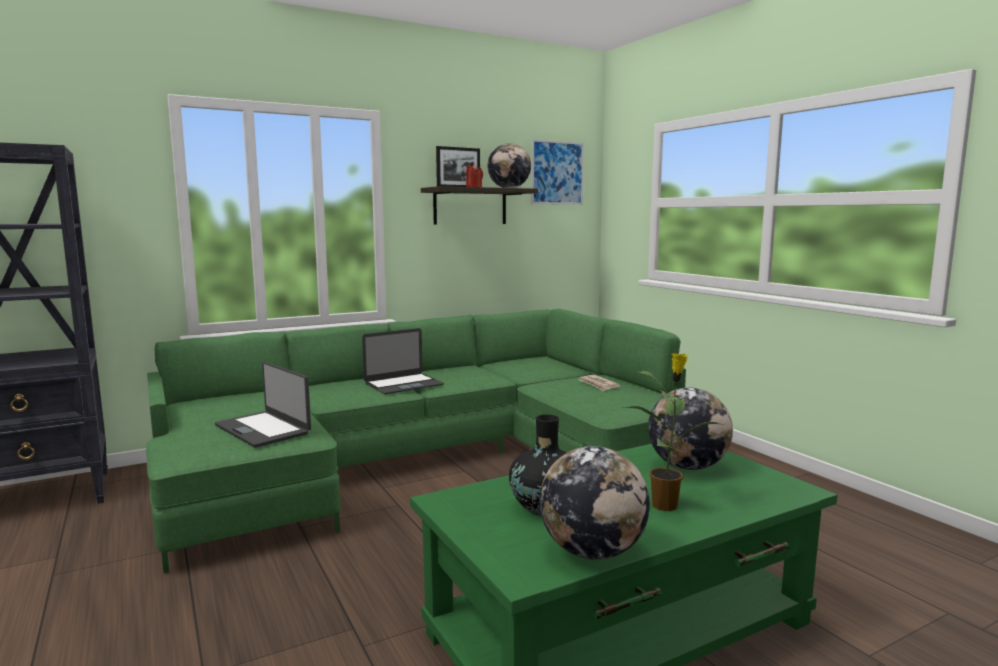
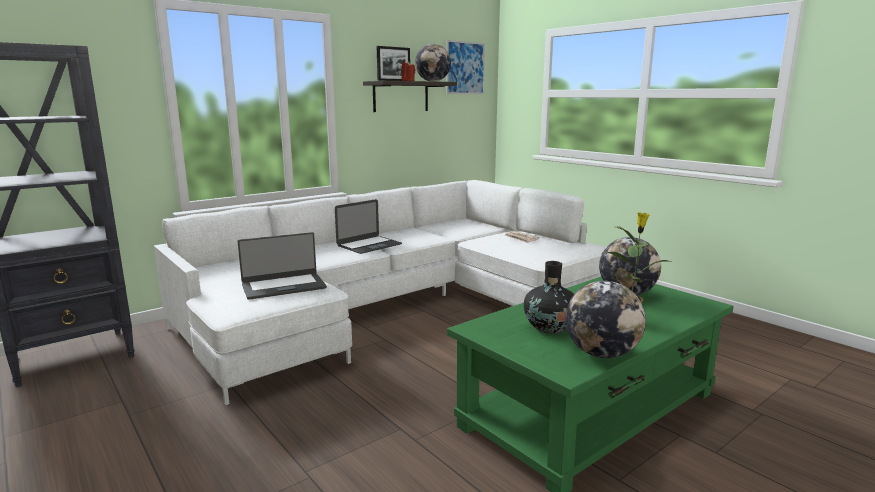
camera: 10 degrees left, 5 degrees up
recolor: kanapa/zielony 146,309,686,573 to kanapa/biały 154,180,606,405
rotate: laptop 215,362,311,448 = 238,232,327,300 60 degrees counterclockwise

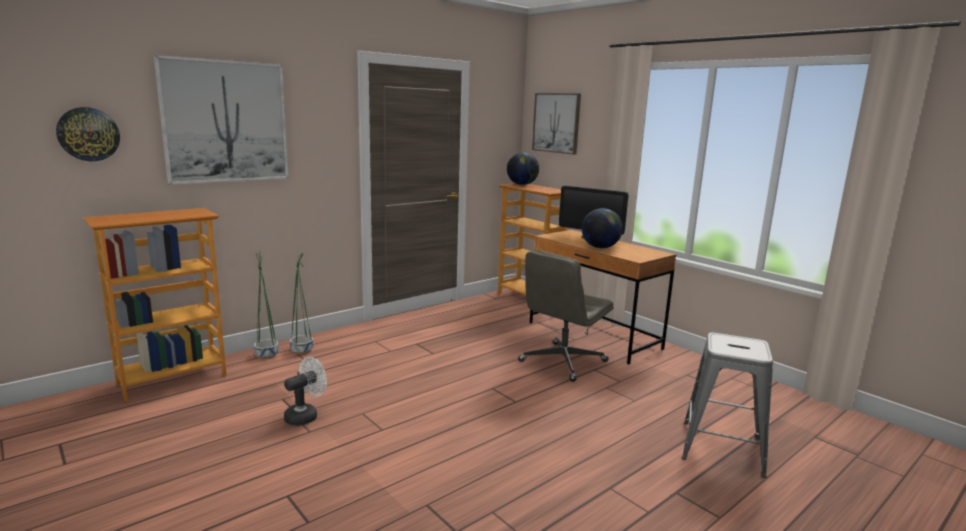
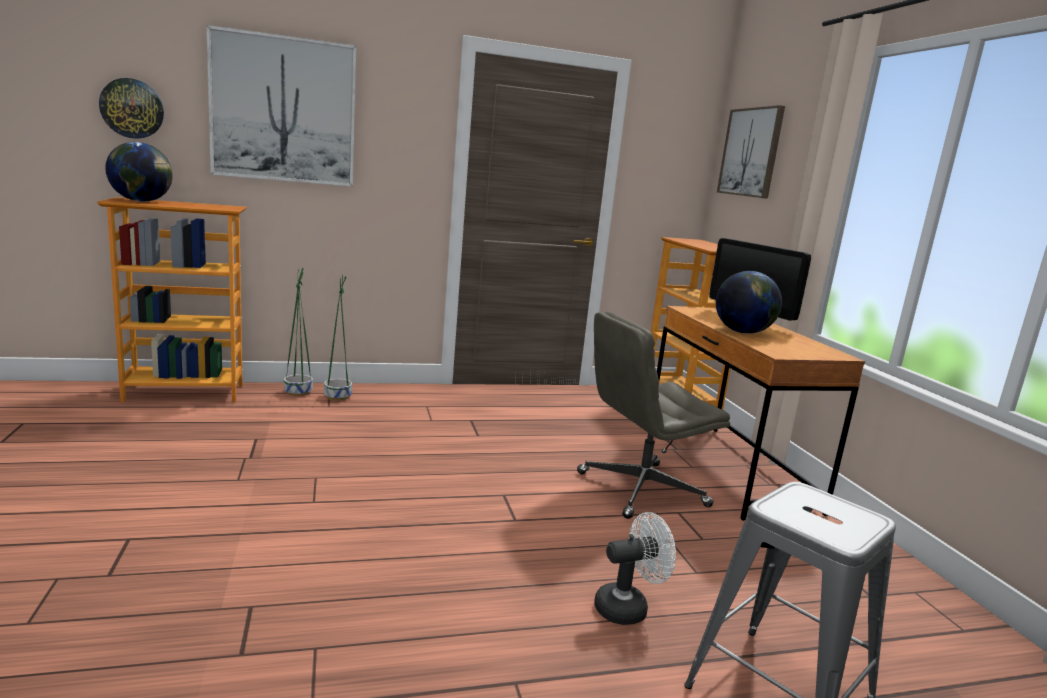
camera: 25 degrees right, 0 degrees up
move: globus 507,152,539,185 to 105,142,173,202; wentylator/biały 284,357,327,426 to 594,512,676,625

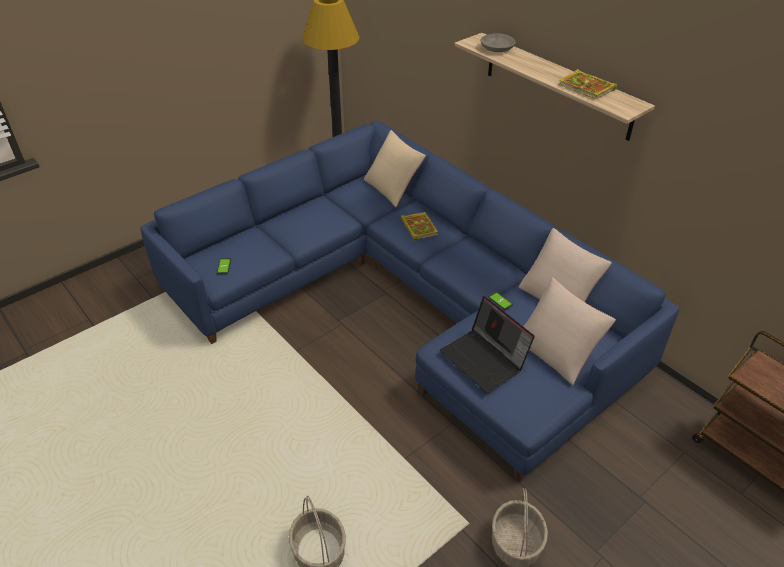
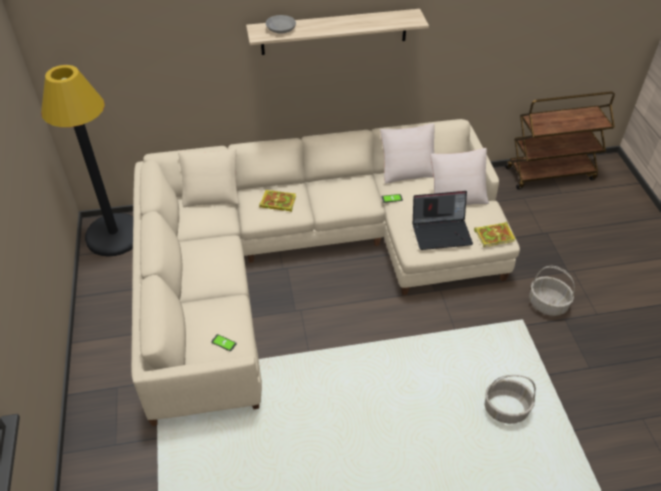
camera: 60 degrees left, 5 degrees up
move: książka 559,69,617,99 to 474,222,515,247
recolor: kanapa/niebieski 140,121,680,483 to kanapa/beżowy 131,119,520,426

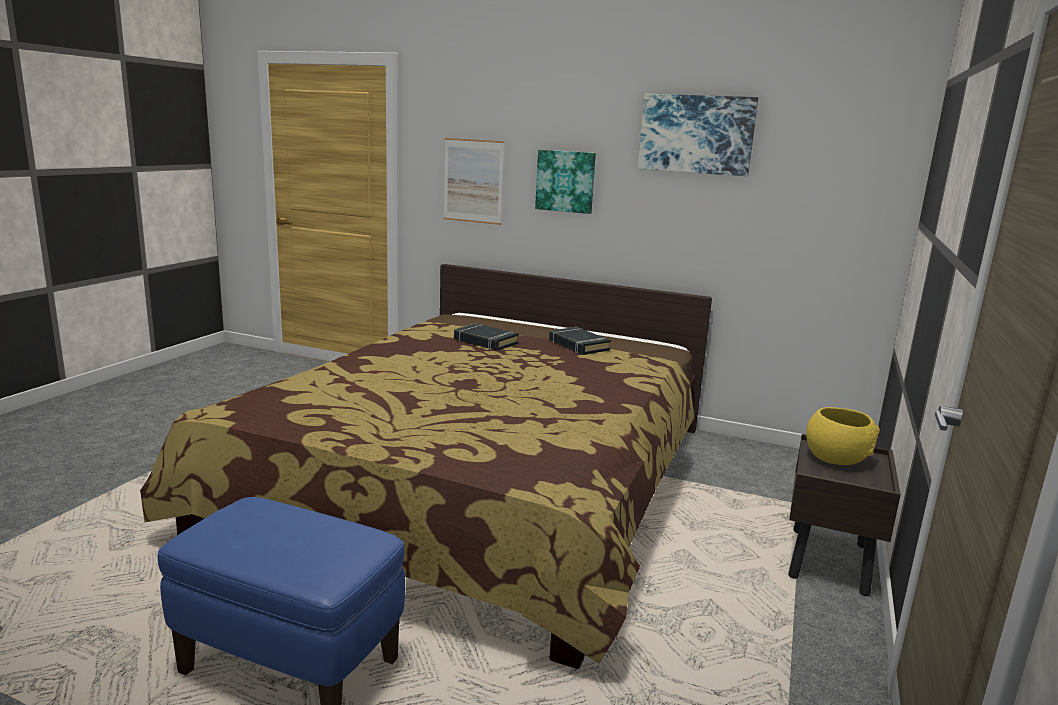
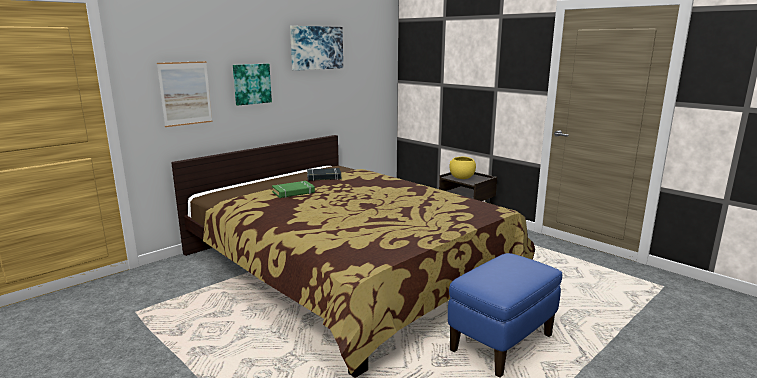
camera: 65 degrees left, 0 degrees up
recolor: książka/czarny 454,323,519,351 to książka/zielony 272,181,315,198

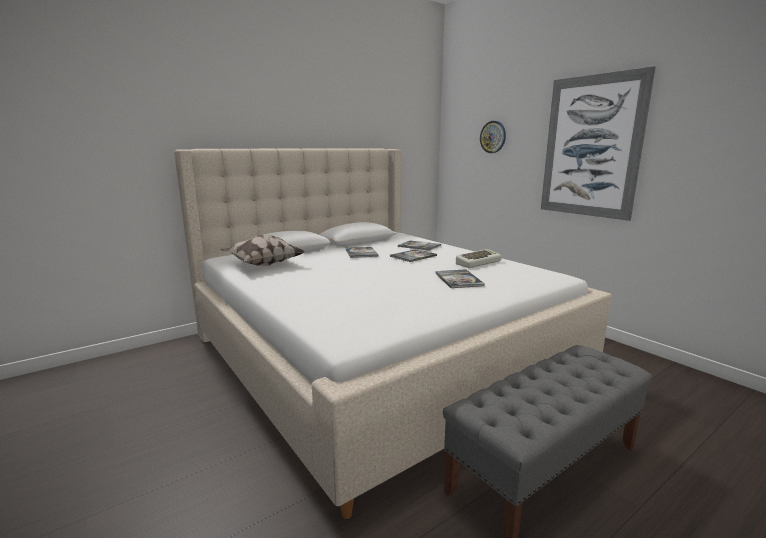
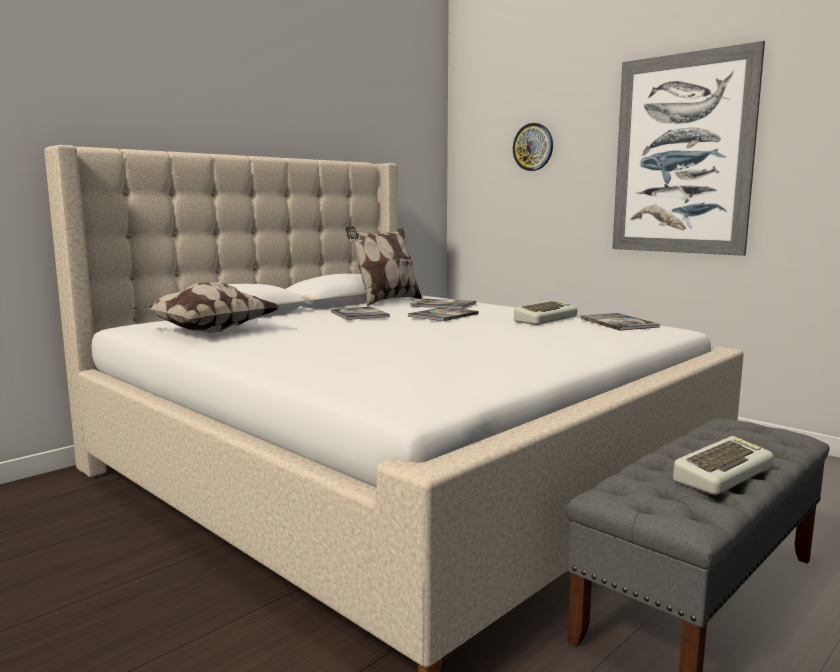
camera: 10 degrees left, 5 degrees down
insert: poduszka 345,226,422,307; klawiatura 673,436,774,495
move: książka 435,269,485,288 to 580,313,660,330

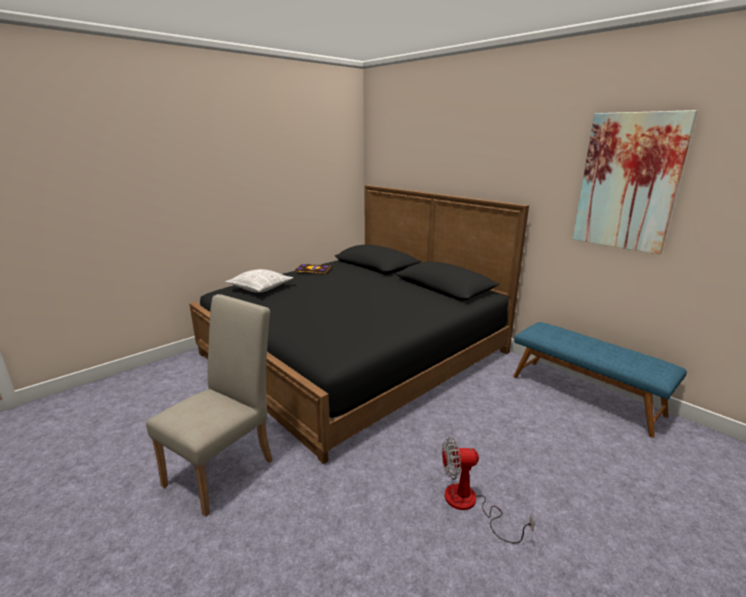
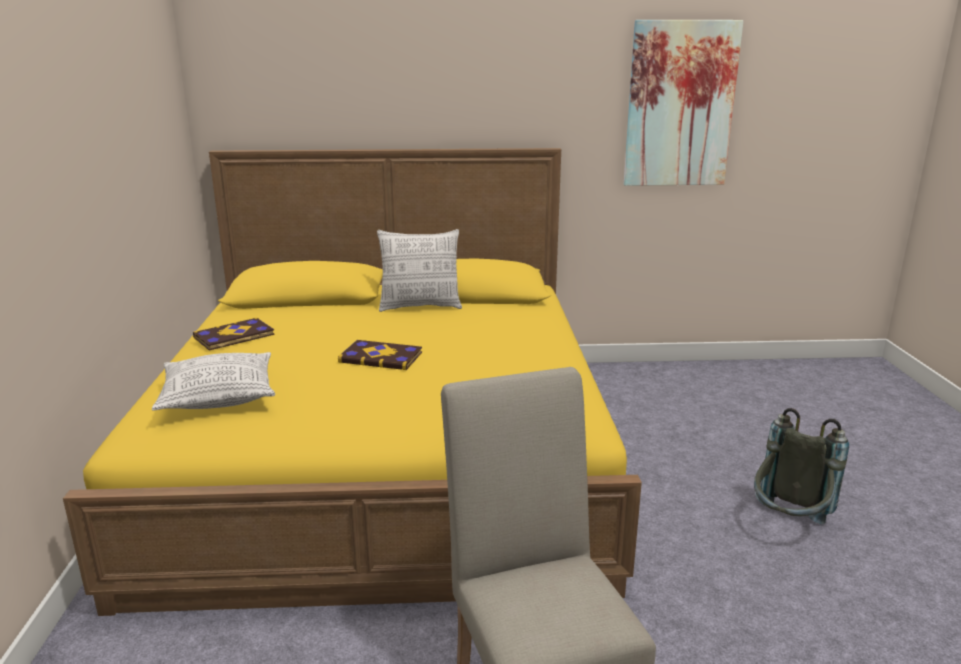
camera: 50 degrees left, 0 degrees up
delete: ławka/niebieski 513,322,687,438
insert: książka 338,340,422,370; poduszka 377,229,462,312
replace: wentylator 442,437,535,544 to plecak/szary 754,408,849,524
recolor: łóżko/czarny 189,185,529,464 to łóżko/żółty 63,148,642,616

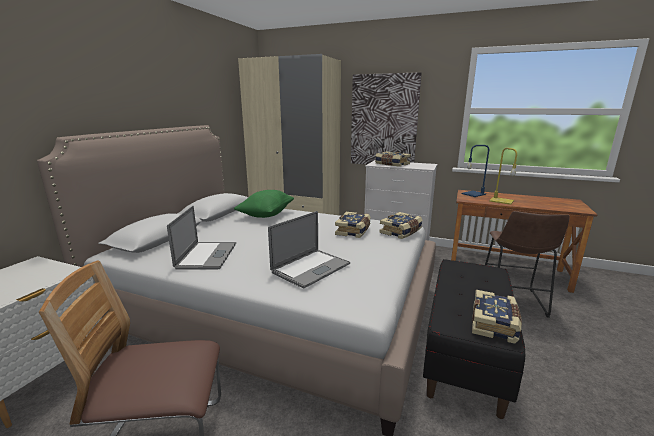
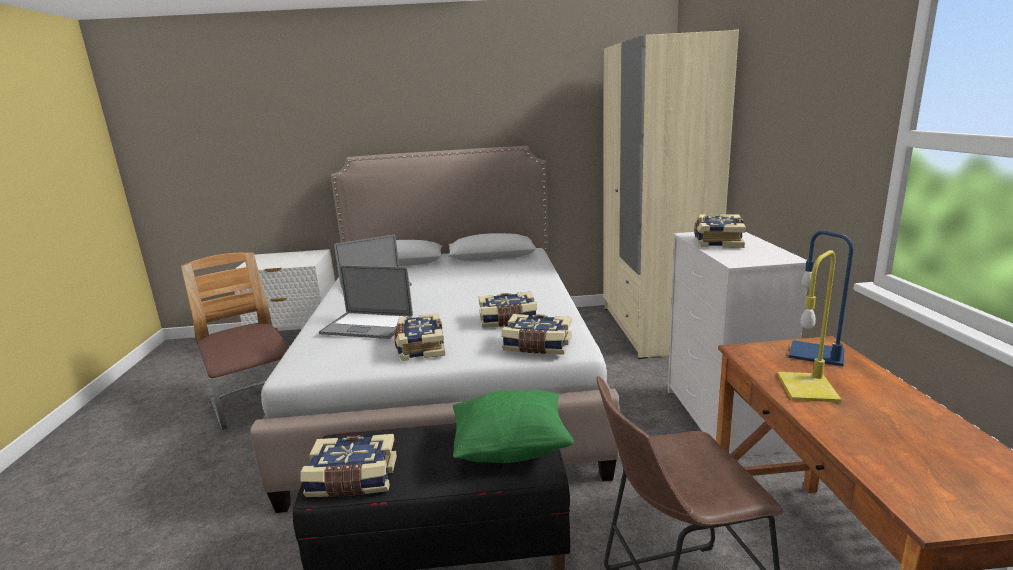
camera: 65 degrees right, 0 degrees up
delete: obraz 351,72,422,164
insert: książka 394,313,445,361
move: poduszka/zielony 233,190,294,218 to 453,390,574,463

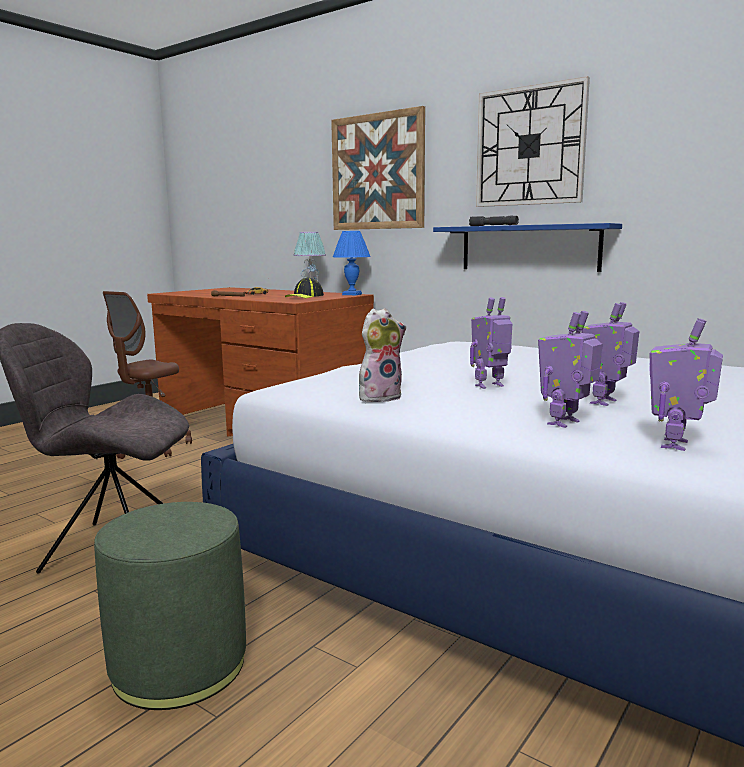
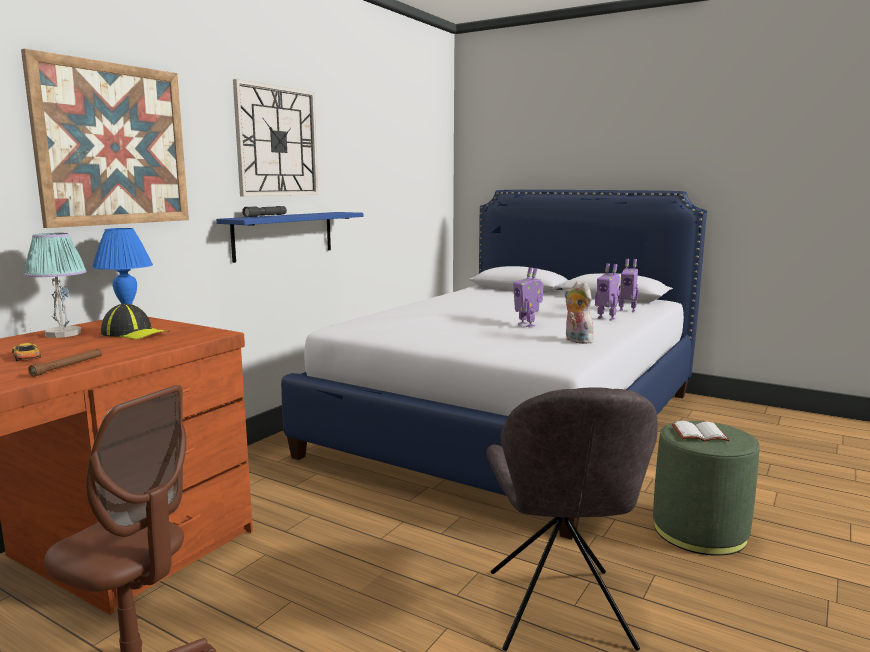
camera: 95 degrees left, 0 degrees up
delete: robot zabawkowy 581,302,639,406
insert: książka/biały 672,421,730,442

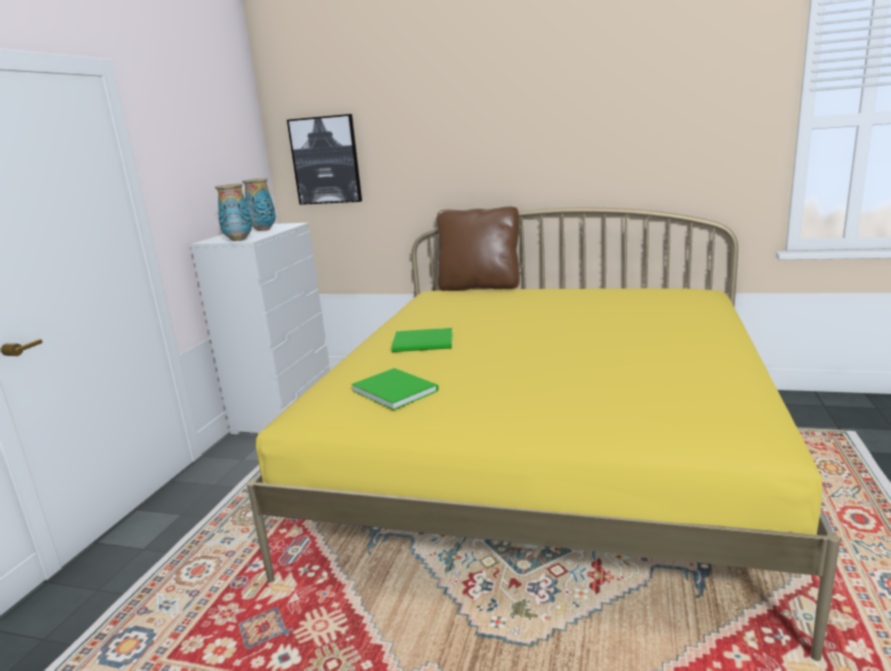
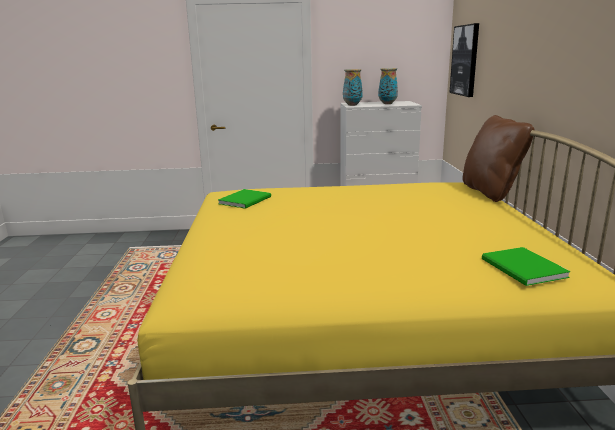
camera: 70 degrees right, 0 degrees up
move: książka/zielony 391,328,453,352 to 482,247,571,286

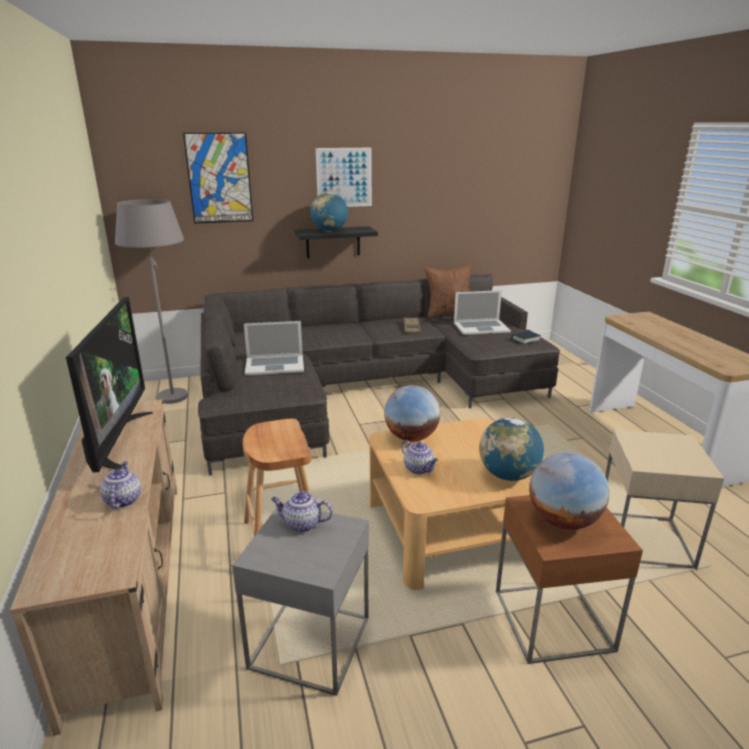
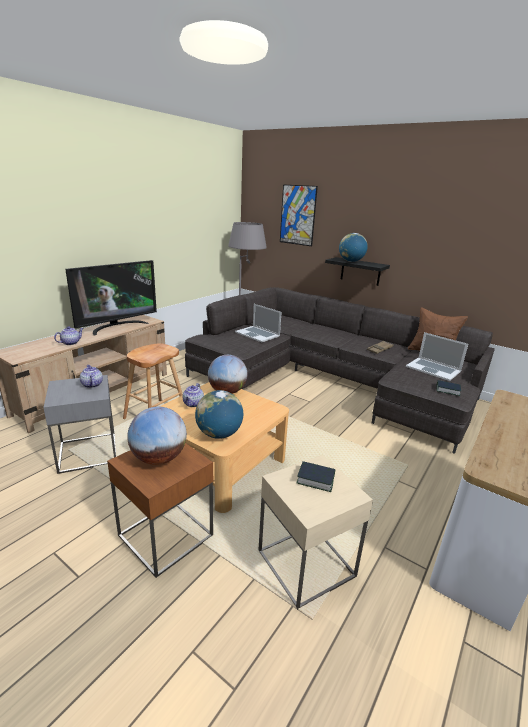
camera: 50 degrees right, 0 degrees up
delete: obraz 316,148,372,207
insert: książka 296,461,336,492

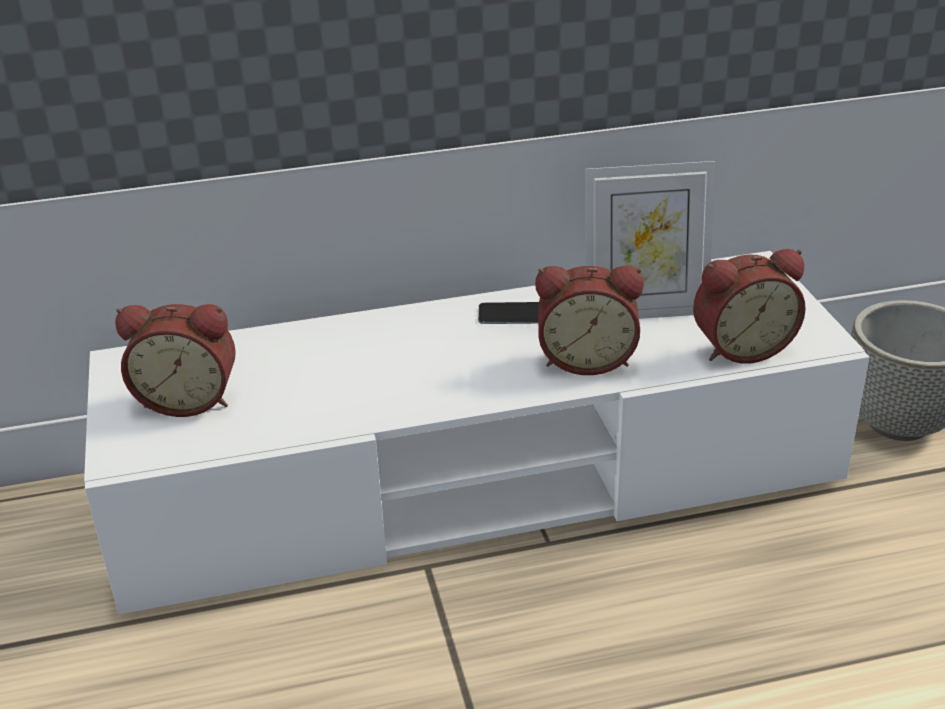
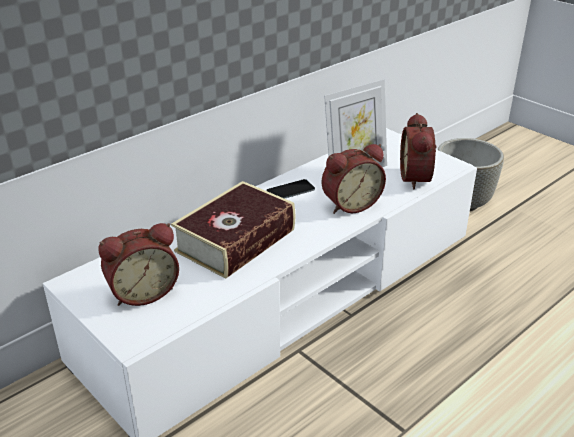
camera: 30 degrees left, 0 degrees up
insert: książka 171,181,295,279
rotate: budzik 693,249,806,364 = 400,113,437,189 135 degrees clockwise

